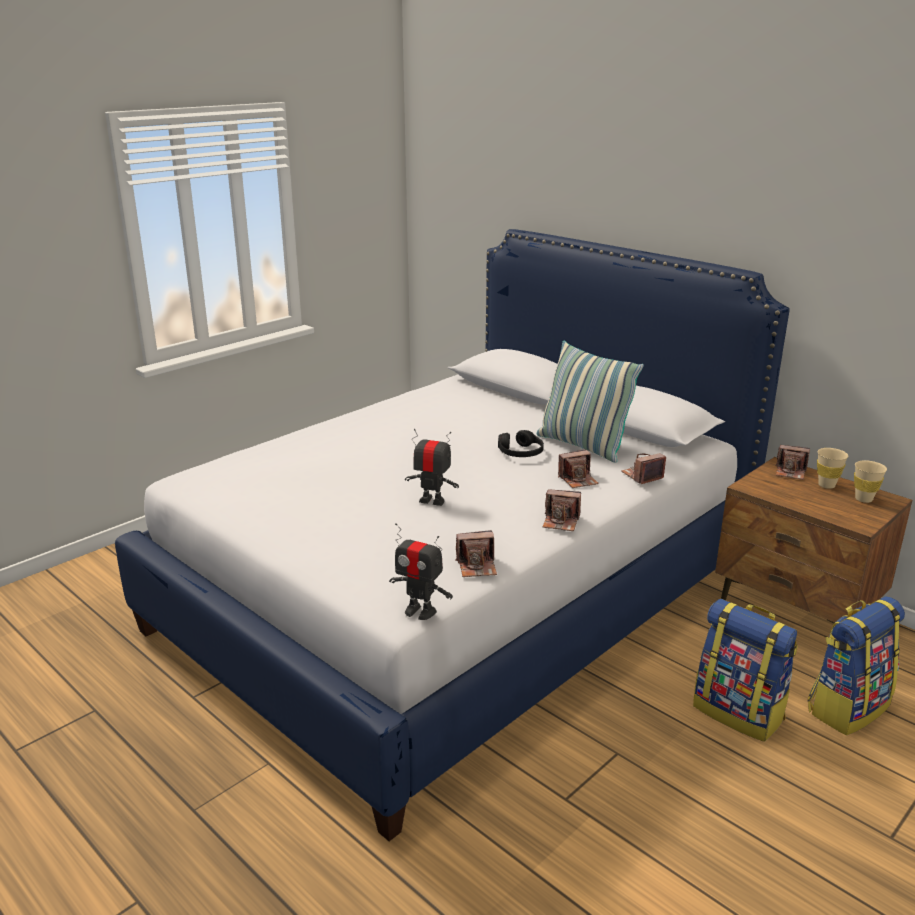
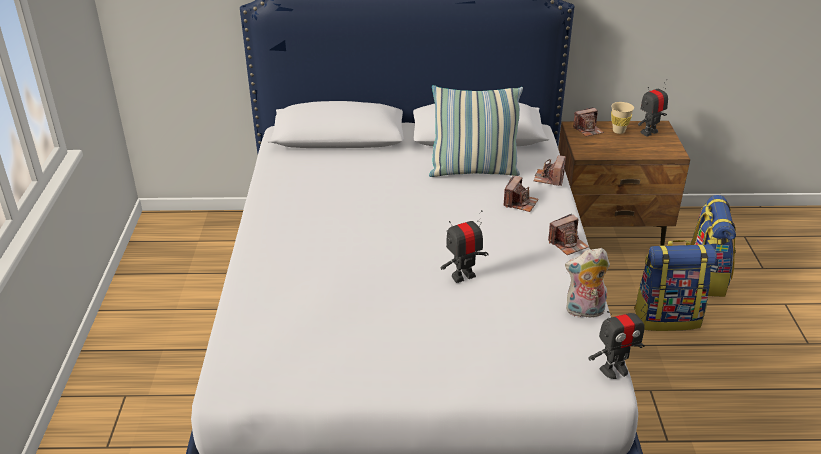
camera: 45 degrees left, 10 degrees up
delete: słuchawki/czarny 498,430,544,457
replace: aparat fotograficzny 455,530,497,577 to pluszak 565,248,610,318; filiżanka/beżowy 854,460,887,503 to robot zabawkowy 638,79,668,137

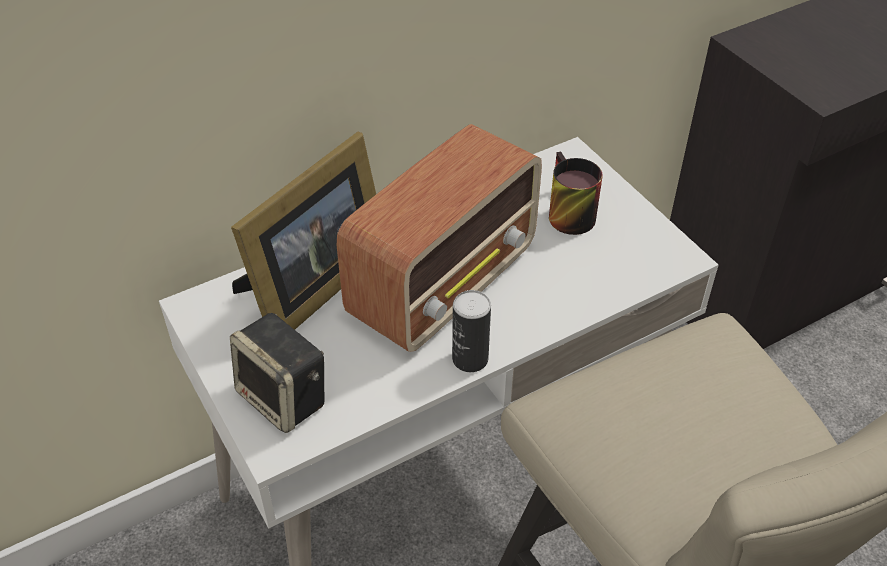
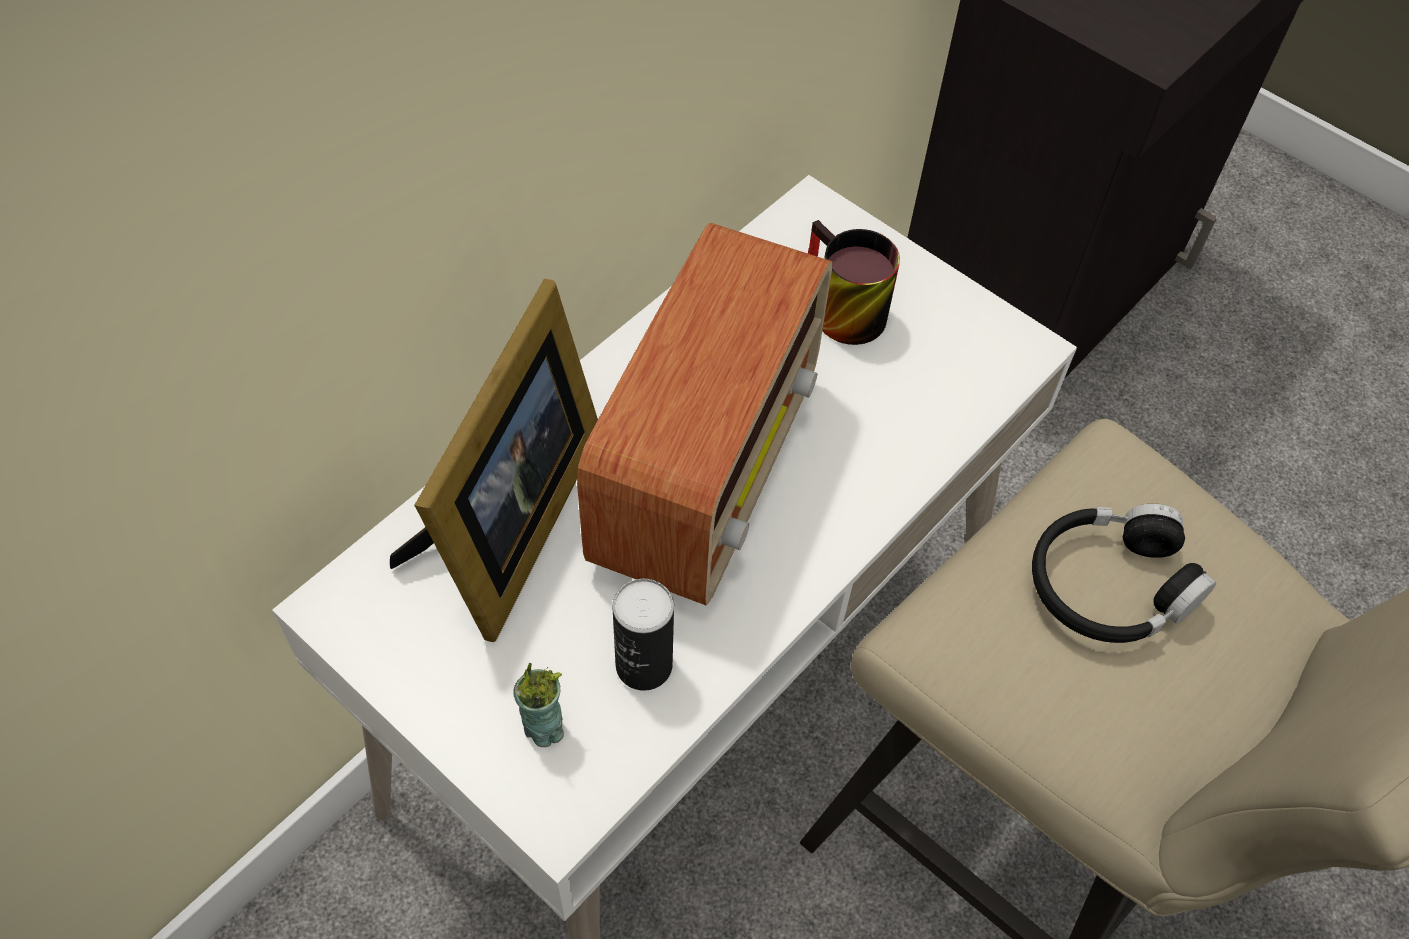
camera: 20 degrees left, 10 degrees up
insert: słuchawki/czarny 1032,504,1216,643
move: puszka 452,290,491,372 to 612,579,674,691
replace: głośnik 230,313,325,433 to filiżanka 513,663,564,747

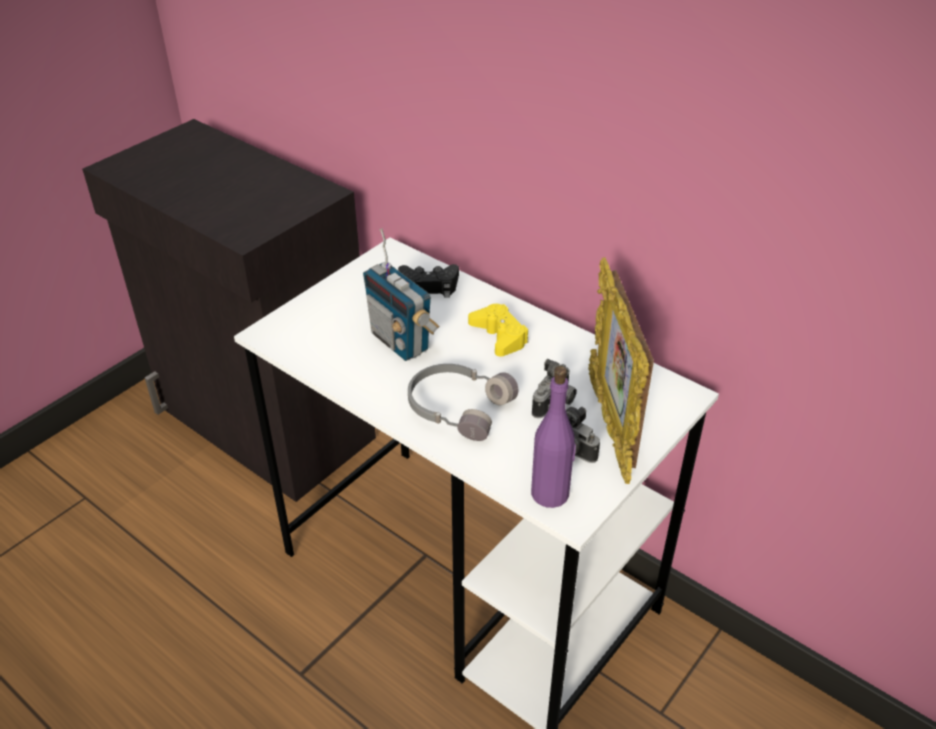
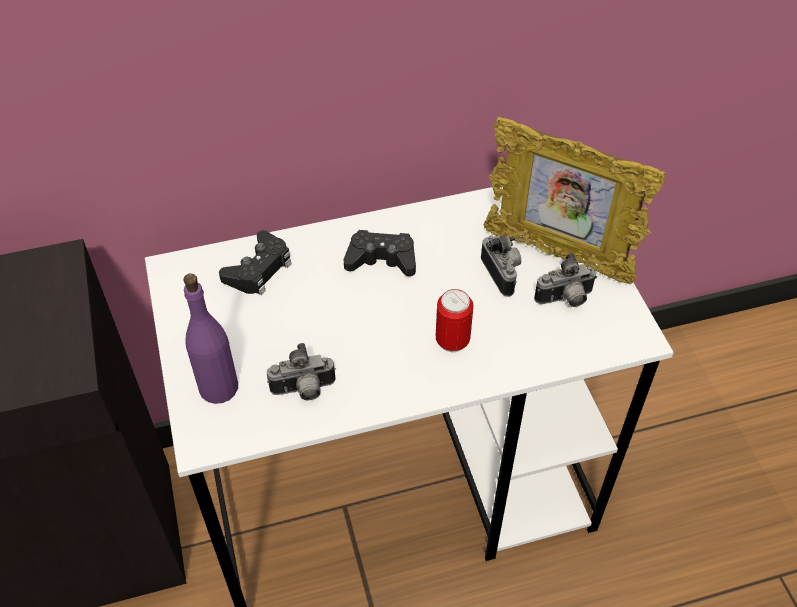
camera: 55 degrees left, 10 degrees up
delete: radio 363,228,440,361
insert: aparat fotograficzny 267,343,336,400
move: butelka/fioletowy 531,366,576,508 to 183,273,238,404
replace: słuchawki/szary 408,364,518,441 to puszka 436,289,473,352
recolor: pad do gier/żółty 468,304,529,357 to pad do gier/czarny 344,230,416,276

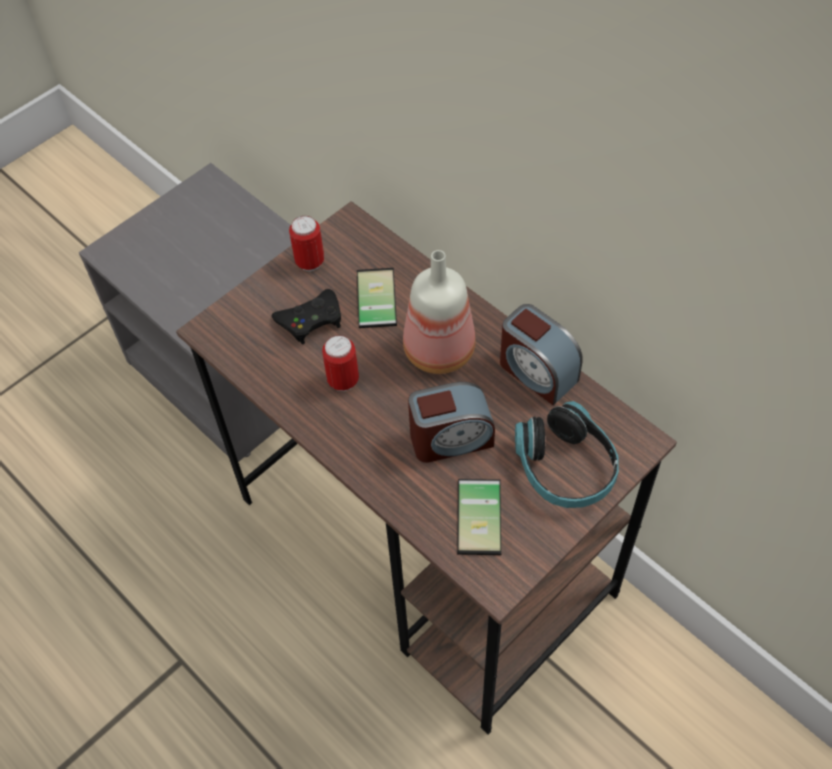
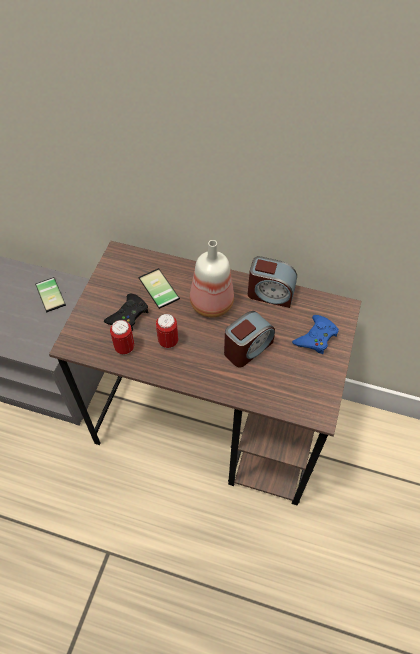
camera: 30 degrees left, 0 degrees up
move: telefon 457,479,511,555 to 35,277,66,313; puszka 289,216,324,271 to 110,320,135,355
replace: słuchawki 515,401,619,508 to pad do gier/niebieski 292,315,339,354

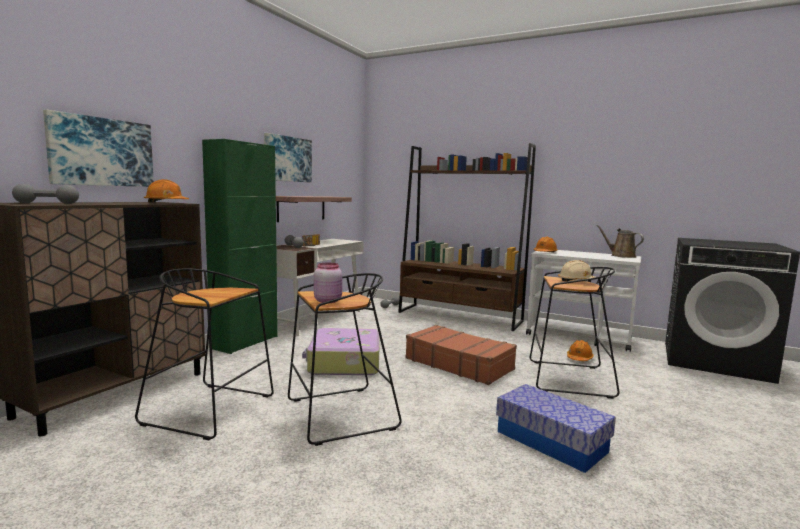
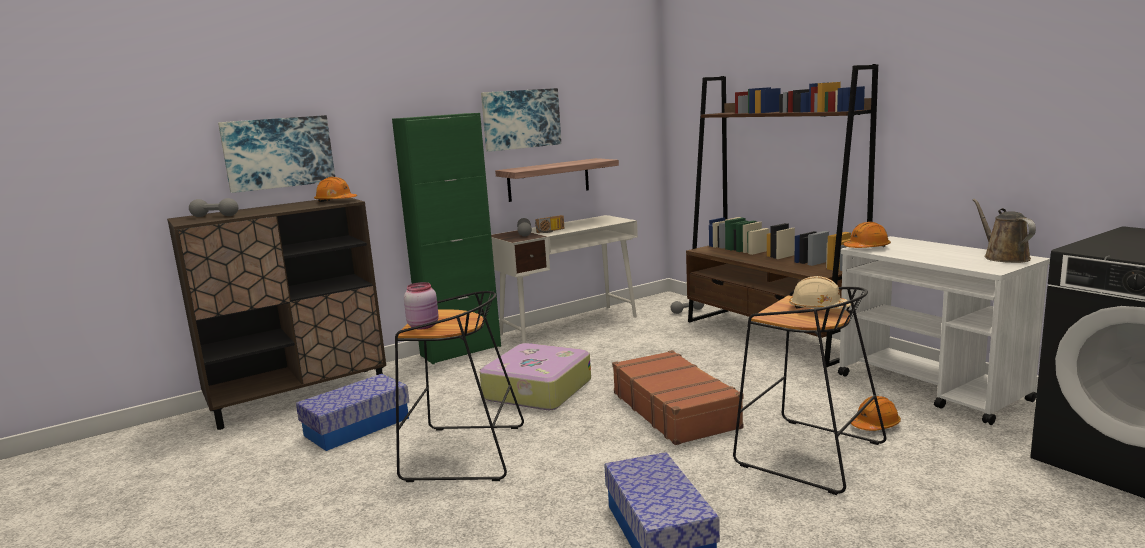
camera: 30 degrees right, 5 degrees up
replace: stołek/czarny 135,269,274,440 to pojemnik do przechowywania 296,374,409,451

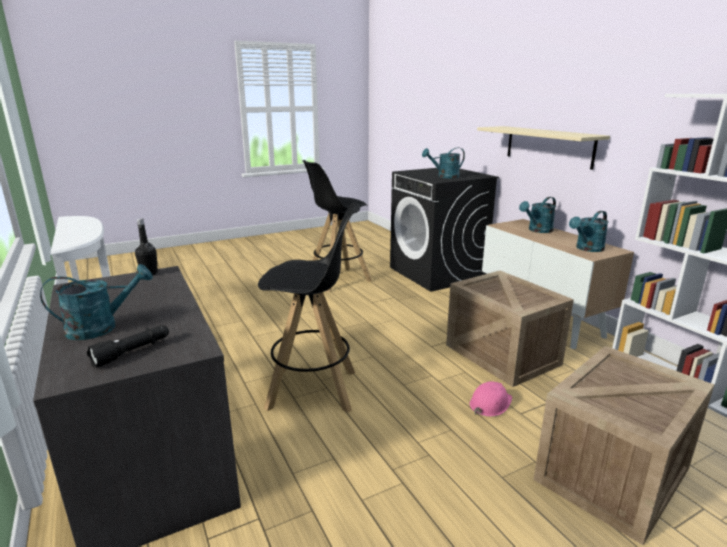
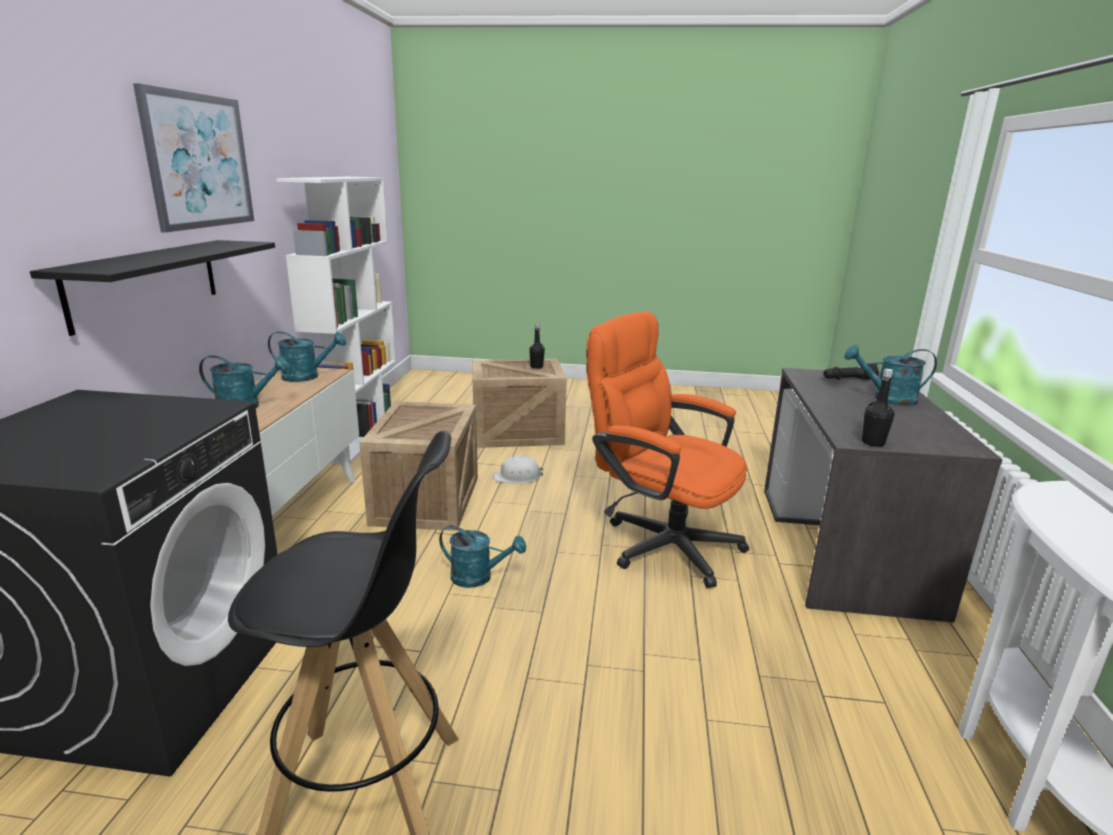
camera: 145 degrees left, 0 degrees up
insert: obraz 133,83,254,233; butelka/czarny 529,324,545,369
move: konewka/turkusowy 422,147,465,178 to 439,525,526,588
replace: stołek/czarny 258,202,360,413 to krzesło biurowe/pomarańczowy 586,311,749,588
recolor: półka/beżowy 477,126,610,170 to półka/czarny 30,240,275,336; kask/różowy 469,381,512,417 to kask/biały 493,455,544,484

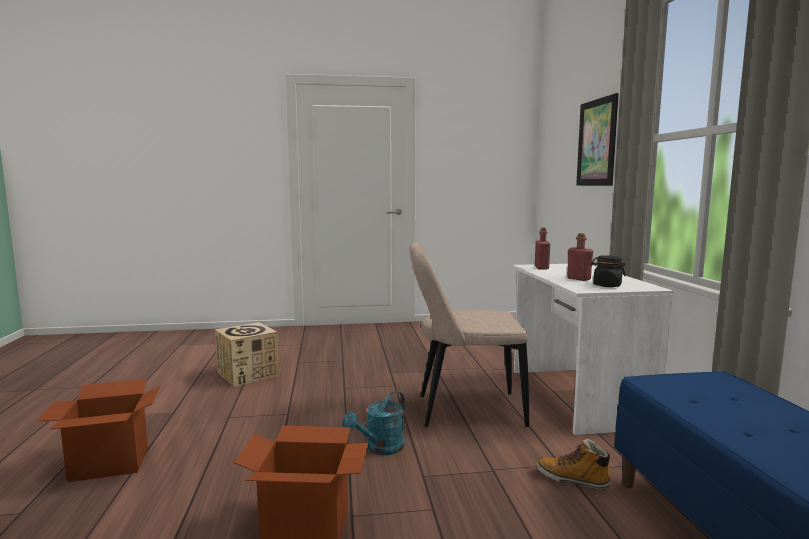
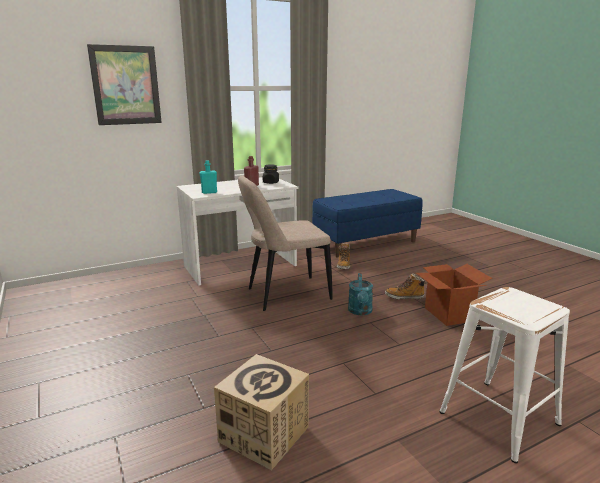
camera: 110 degrees left, 10 degrees up
insert: but z cholewką 385,273,426,299
replace: karton 37,379,160,482 to stołek/biały 439,287,570,463
recolor: butelka/czerwony 535,228,550,270 to butelka/turkusowy 200,160,217,194
rotate: krzesło/beżowy 409,242,529,427 = 238,175,333,311 90 degrees clockwise; konewka/turkusowy 343,391,405,455 = 348,273,373,315 75 degrees clockwise

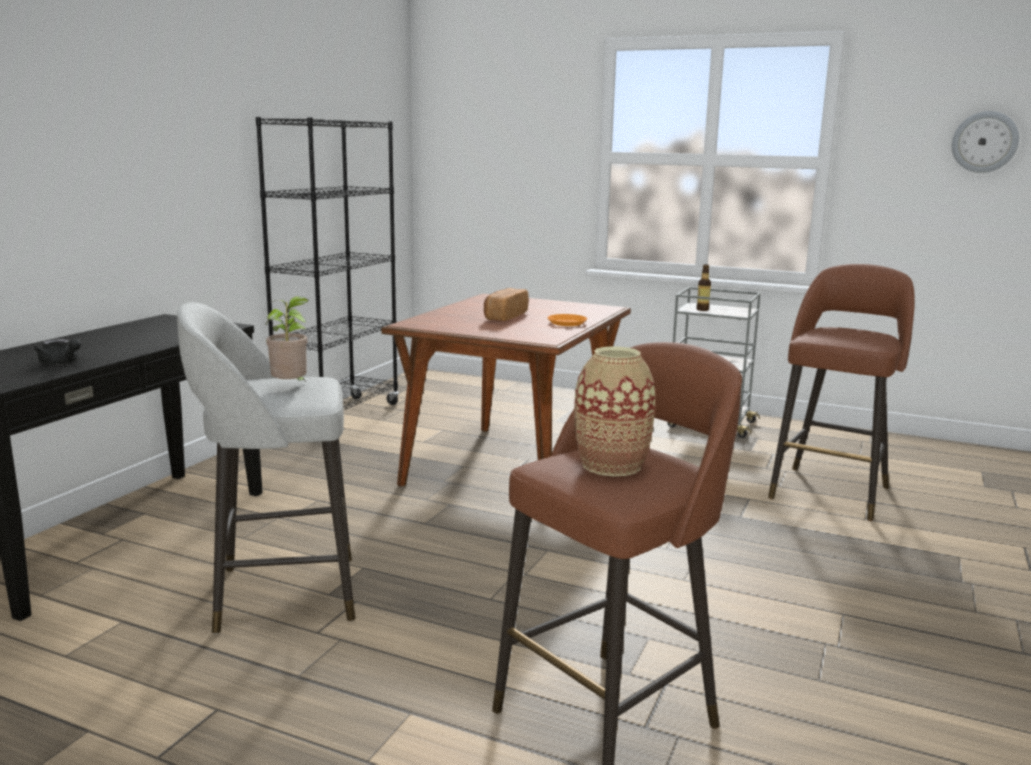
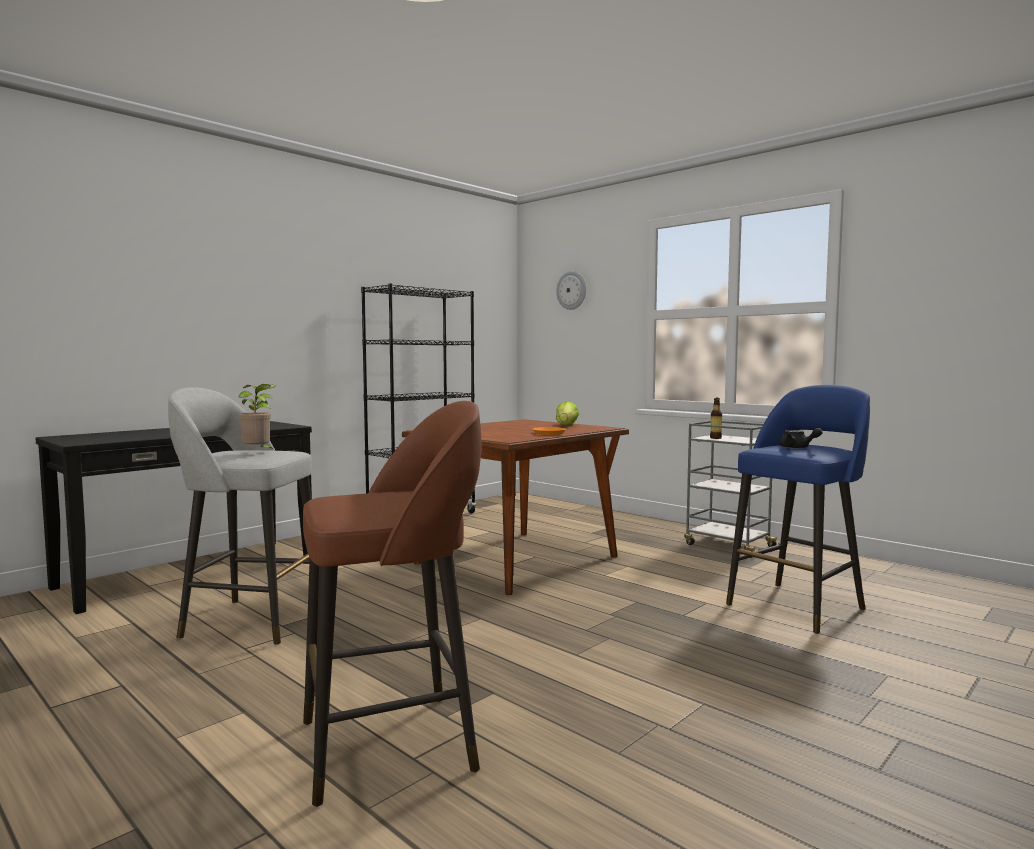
camera: 20 degrees right, 10 degrees down
delete: chleb 484,288,529,321; wazon 574,346,655,476
insert: sałata 556,401,579,425
move: zegar ścienny 952,111,1019,173 to 556,271,586,310; imbryk/czarny 34,339,81,365 to 779,428,823,449
recolor: stołek/brązowy 768,264,915,521 to stołek/niebieski 726,385,870,634

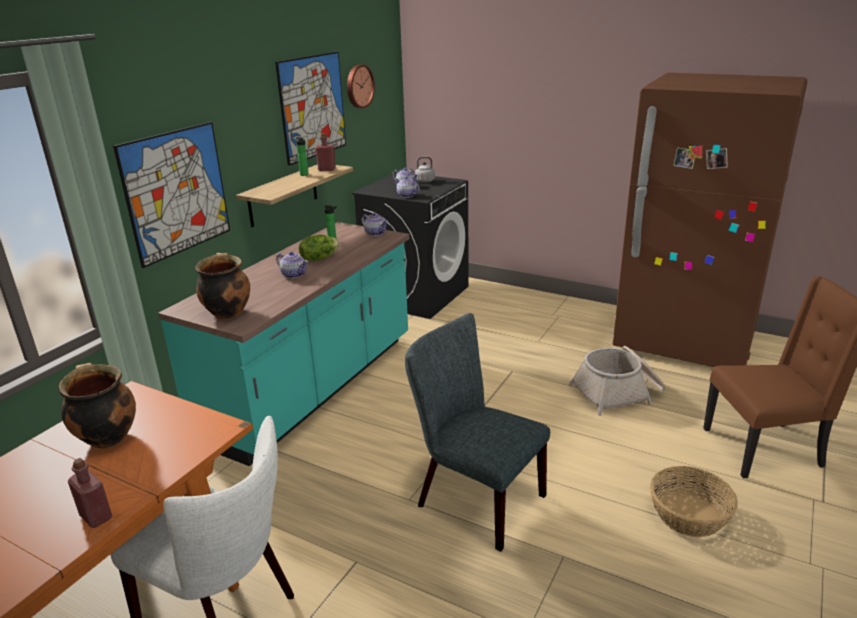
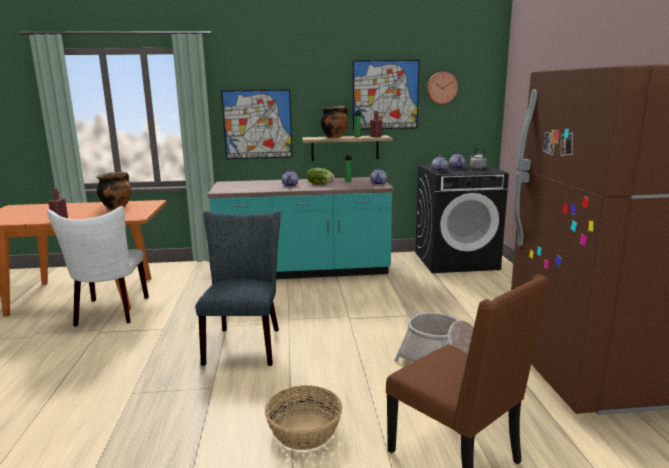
camera: 55 degrees right, 10 degrees down
move: garnek 195,253,250,320 to 320,106,348,138

